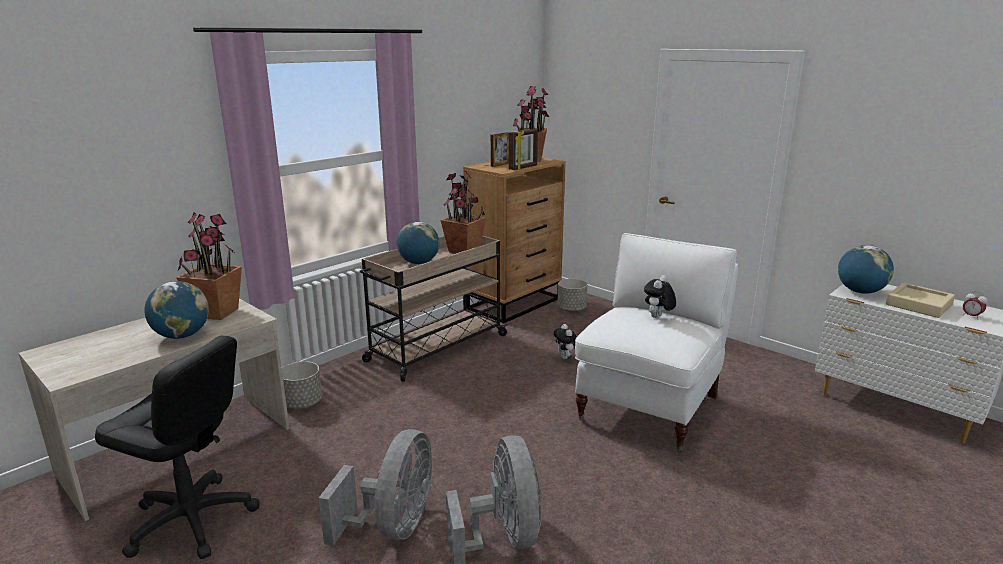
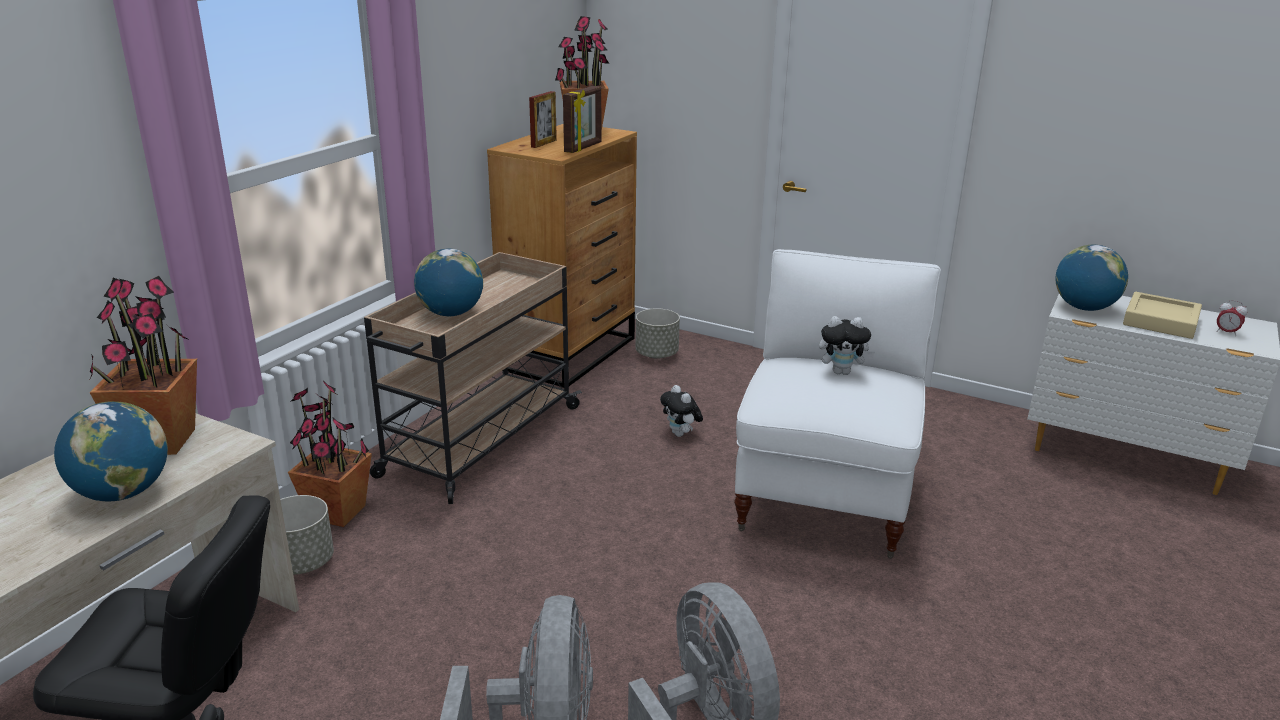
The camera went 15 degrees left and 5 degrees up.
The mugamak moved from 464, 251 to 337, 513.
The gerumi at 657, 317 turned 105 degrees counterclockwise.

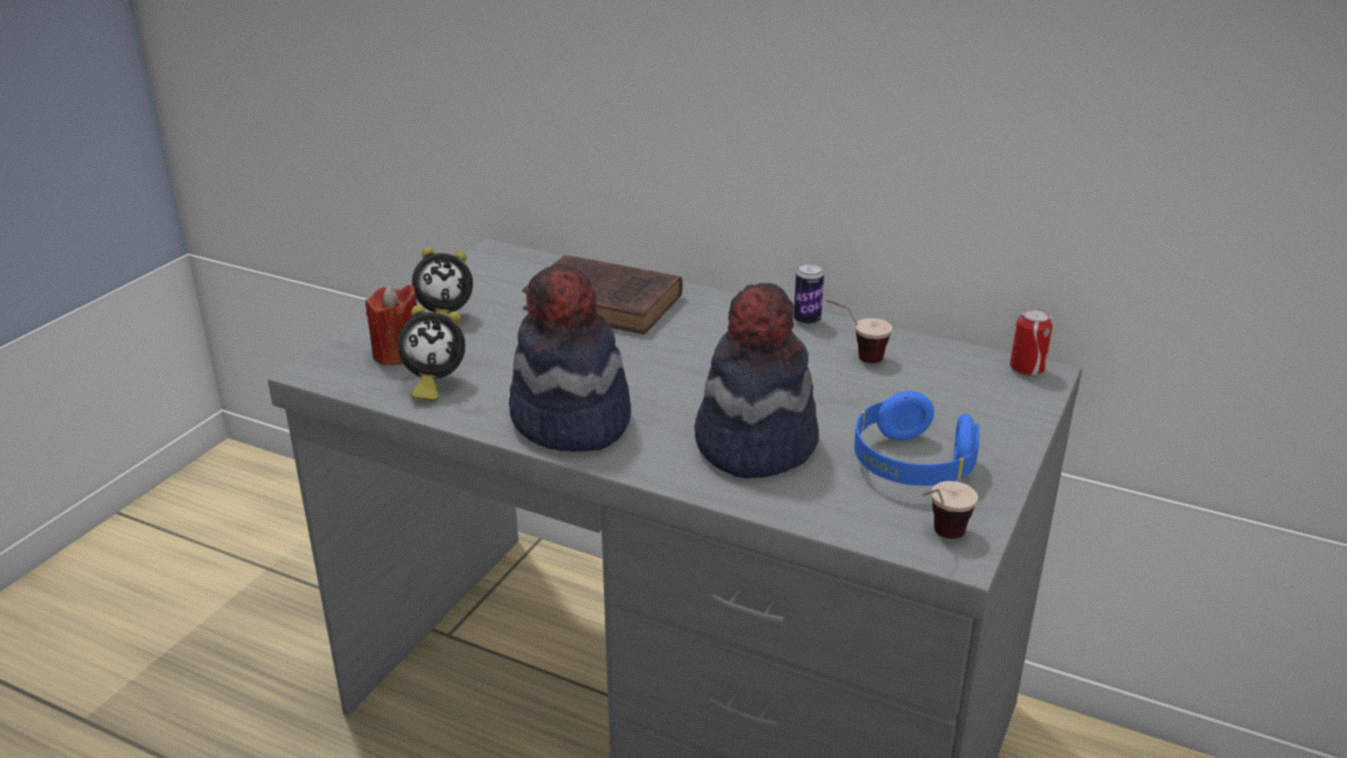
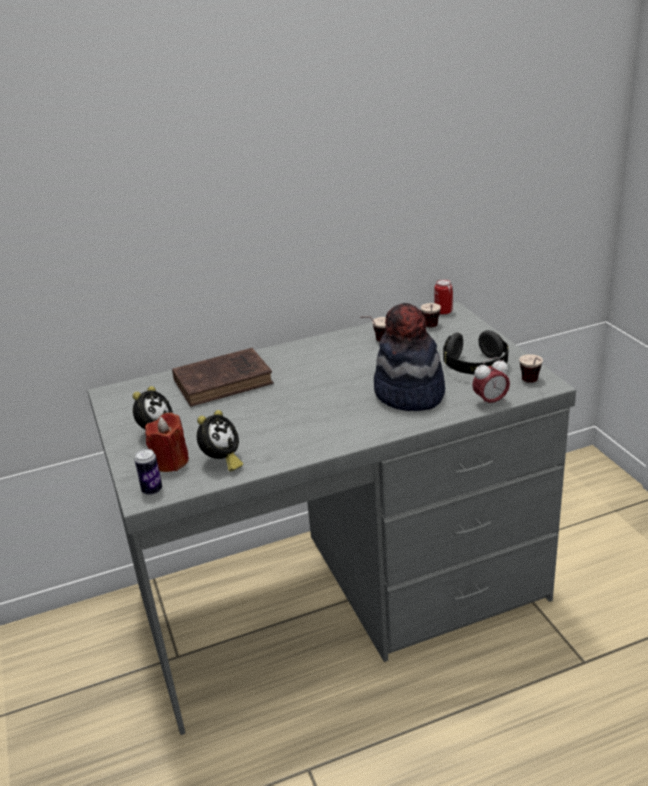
The camera went 45 degrees left and 0 degrees up.
The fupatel moved from 807, 320 to 152, 490.
The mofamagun at 431, 328 appeared.
The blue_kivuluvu at 911, 465 became the black_kivuluvu at 475, 367.
The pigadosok at 490, 402 appeared.
The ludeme at 570, 421 disappeared.

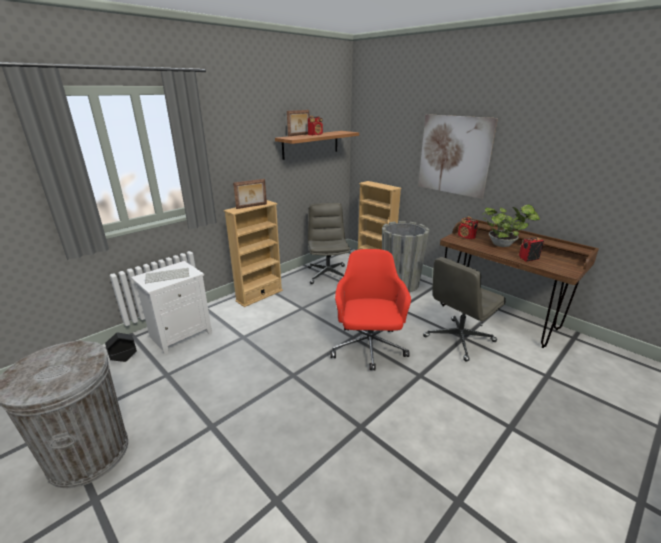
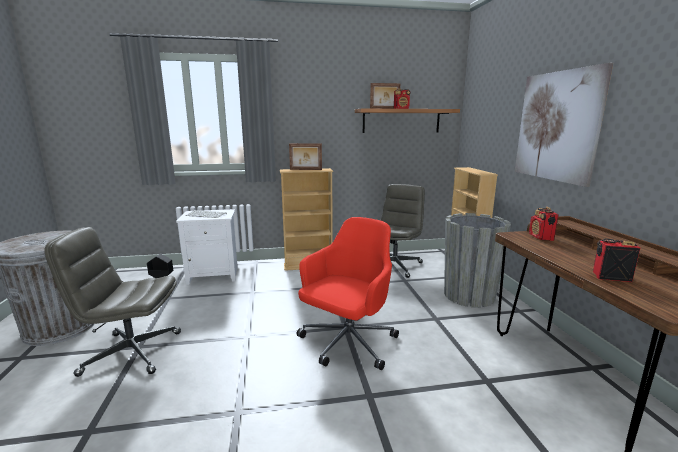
The camera went 35 degrees right and 10 degrees down.
The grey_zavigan moved from 458, 339 to 131, 353.
The mugamak at 503, 245 disappeared.

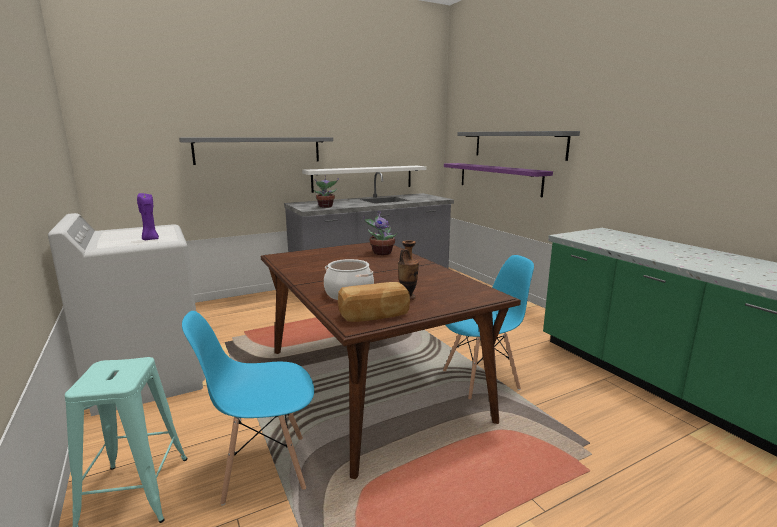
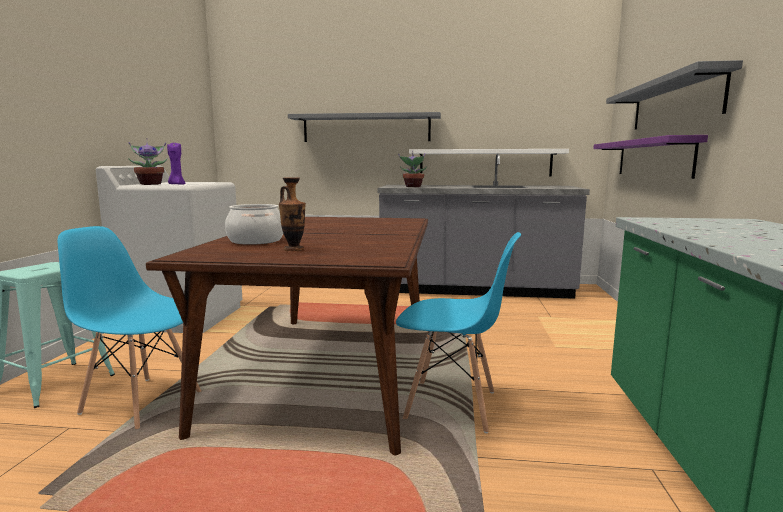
The camera went 35 degrees right and 5 degrees down.
The mugamak moved from 381, 253 to 151, 184.
The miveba at 374, 316 disappeared.

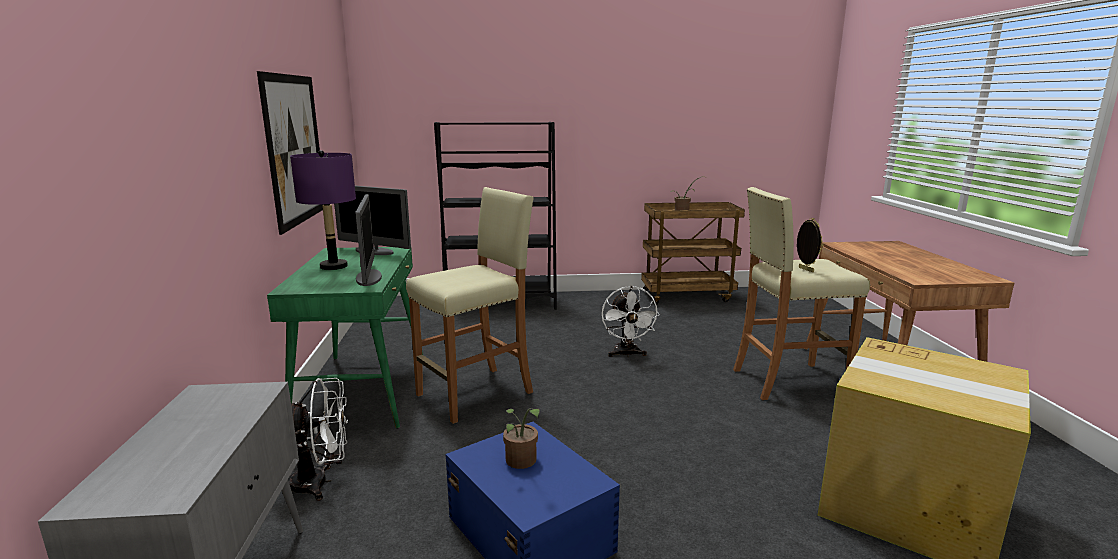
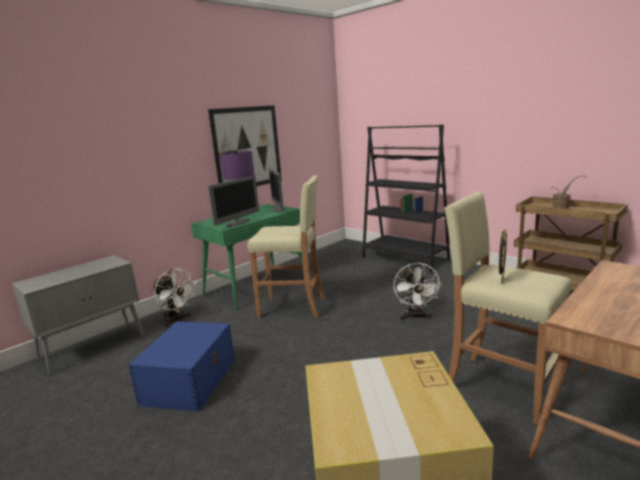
The camera went 50 degrees right and 0 degrees up.
The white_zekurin at 627, 354 turned 45 degrees counterclockwise.
The mugamak at 521, 462 disappeared.

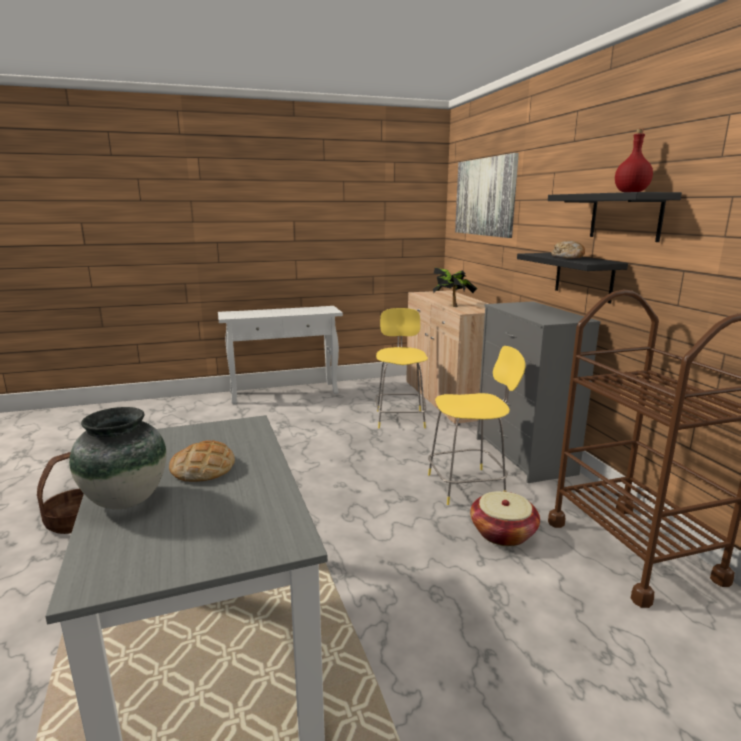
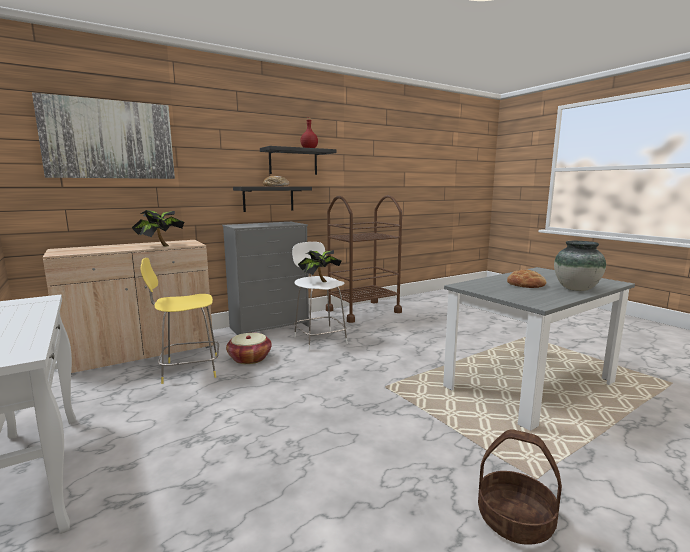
The camera went 105 degrees left and 5 degrees down.
The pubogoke moved from 503, 533 to 249, 358.
The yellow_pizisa at 468, 485 became the white_pizisa at 319, 339.
The mugamak at 319, 282 appeared.

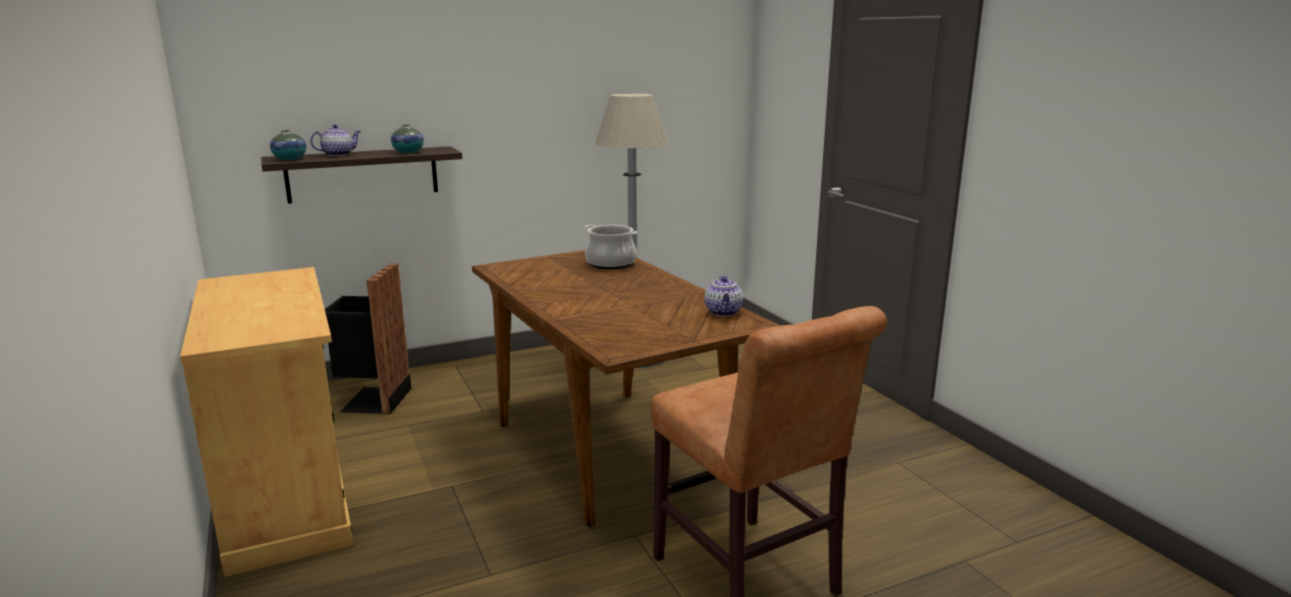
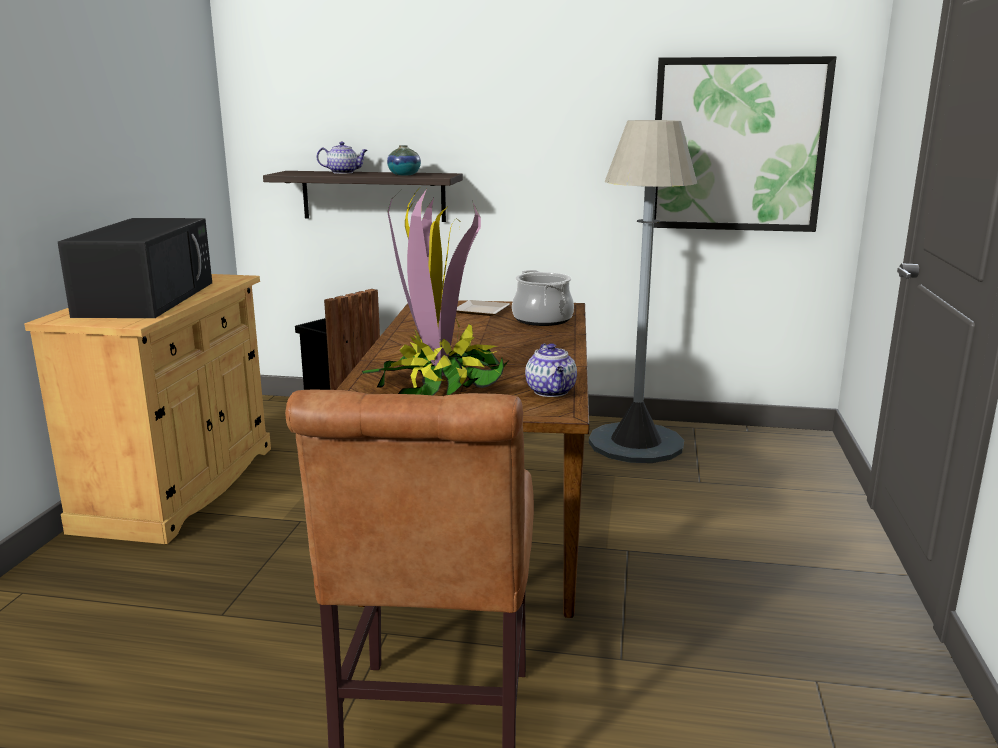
The camera went 35 degrees right and 0 degrees up.
The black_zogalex at 147, 298 appeared.
The mugamak at 440, 384 appeared.
The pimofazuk at 480, 310 appeared.
The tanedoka at 723, 312 turned 45 degrees counterclockwise.
The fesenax at 737, 145 appeared.
The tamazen at 290, 159 disappeared.

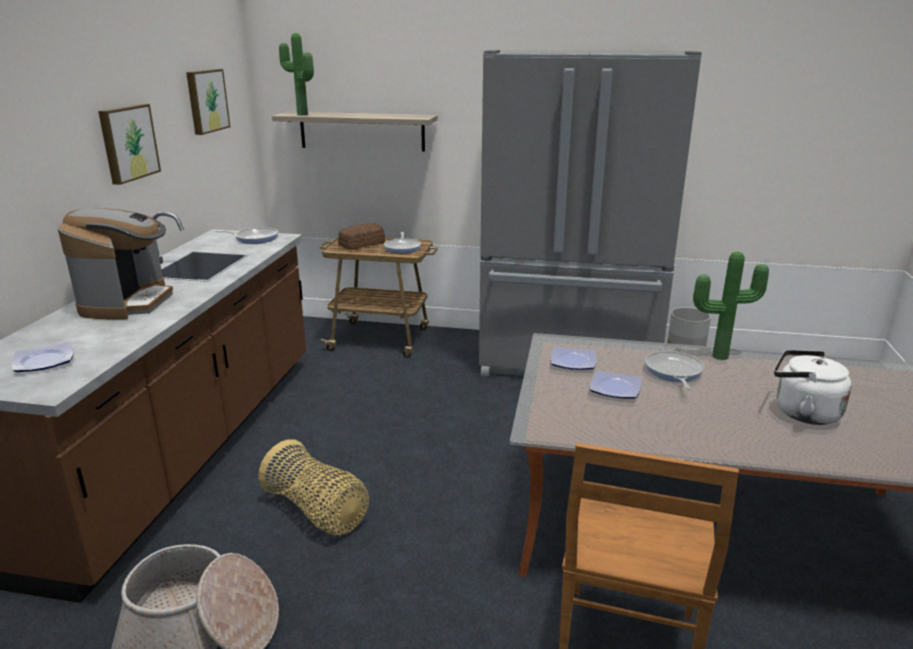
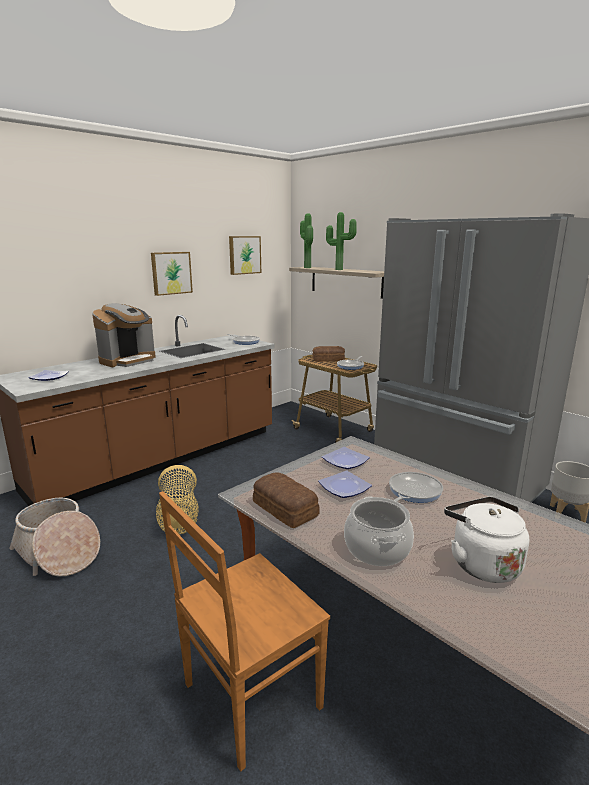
The camera went 35 degrees right and 5 degrees down.
The miveba at 285, 510 appeared.
The mugamak moved from 719, 355 to 339, 269.
The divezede at 376, 548 appeared.

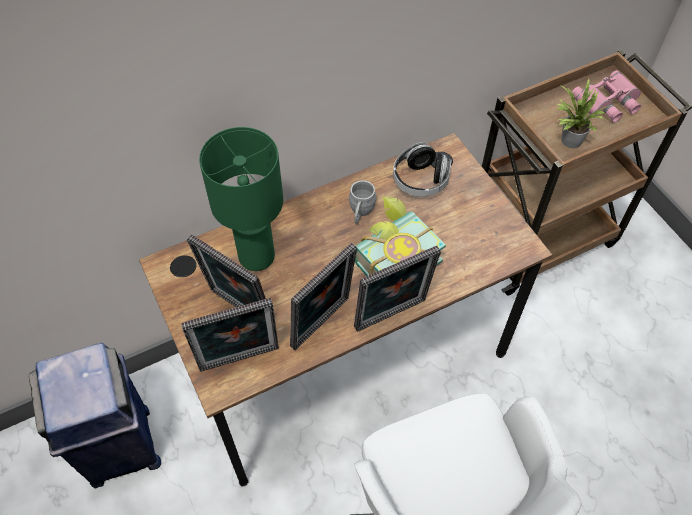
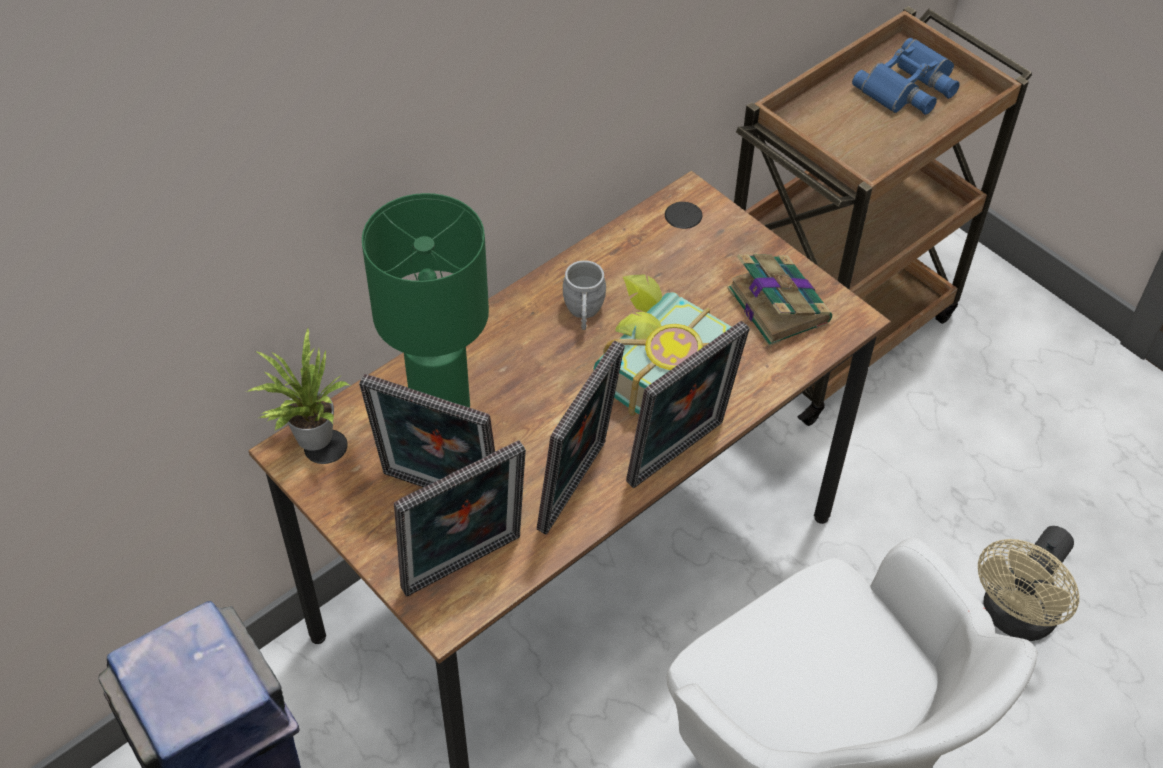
The camera went 15 degrees left and 5 degrees down.
The mugamak moved from 568, 140 to 309, 436.
The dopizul at 777, 304 appeared.
The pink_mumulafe at 608, 102 became the blue_mumulafe at 910, 87.
The beige_zekurin at 1014, 618 appeared.
The kivuluvu at 420, 180 disappeared.

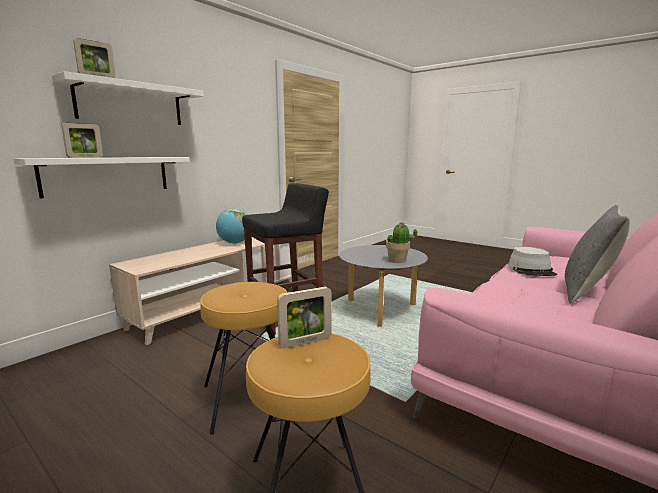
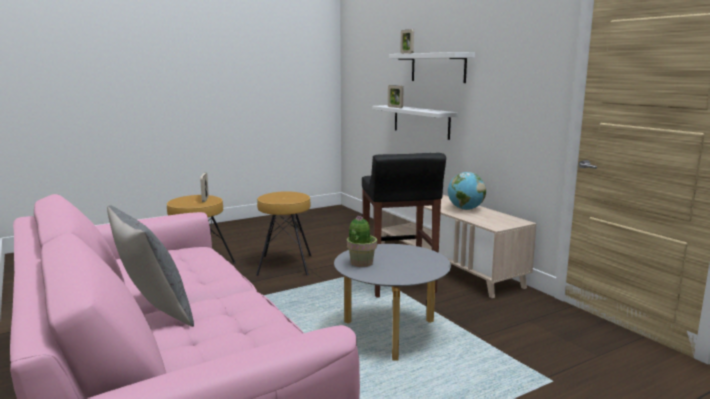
The camera went 110 degrees right and 0 degrees up.
The grey_ludeme at 531, 270 disappeared.

